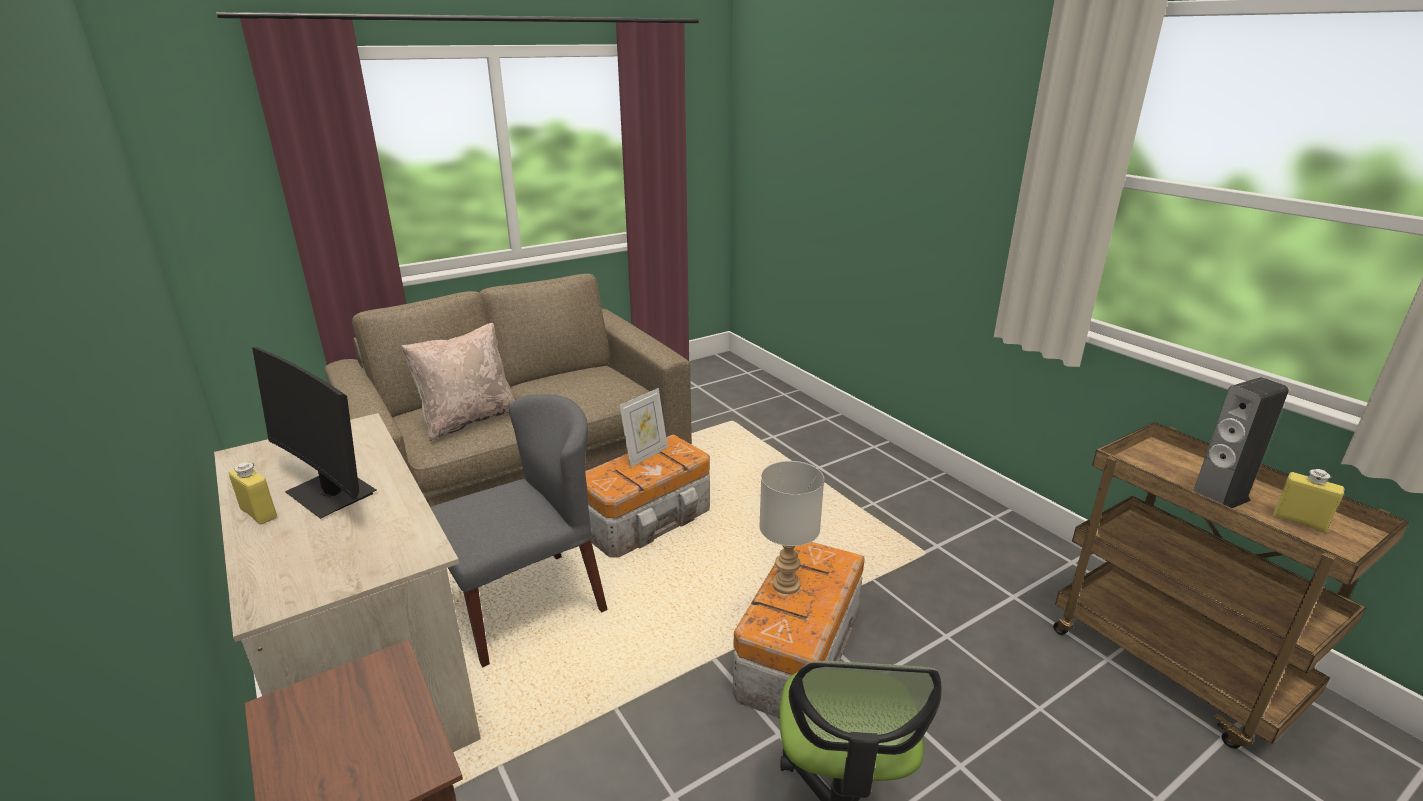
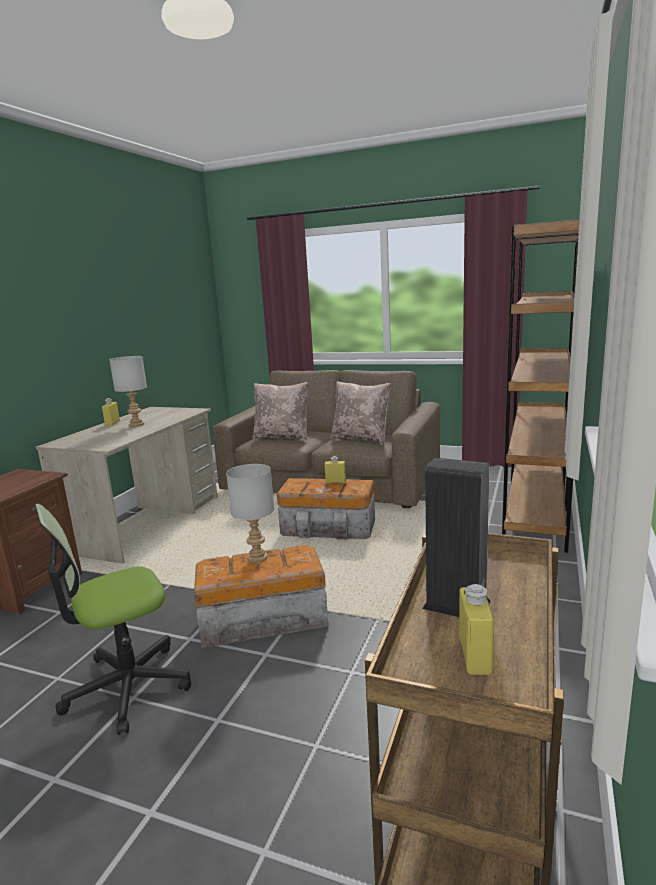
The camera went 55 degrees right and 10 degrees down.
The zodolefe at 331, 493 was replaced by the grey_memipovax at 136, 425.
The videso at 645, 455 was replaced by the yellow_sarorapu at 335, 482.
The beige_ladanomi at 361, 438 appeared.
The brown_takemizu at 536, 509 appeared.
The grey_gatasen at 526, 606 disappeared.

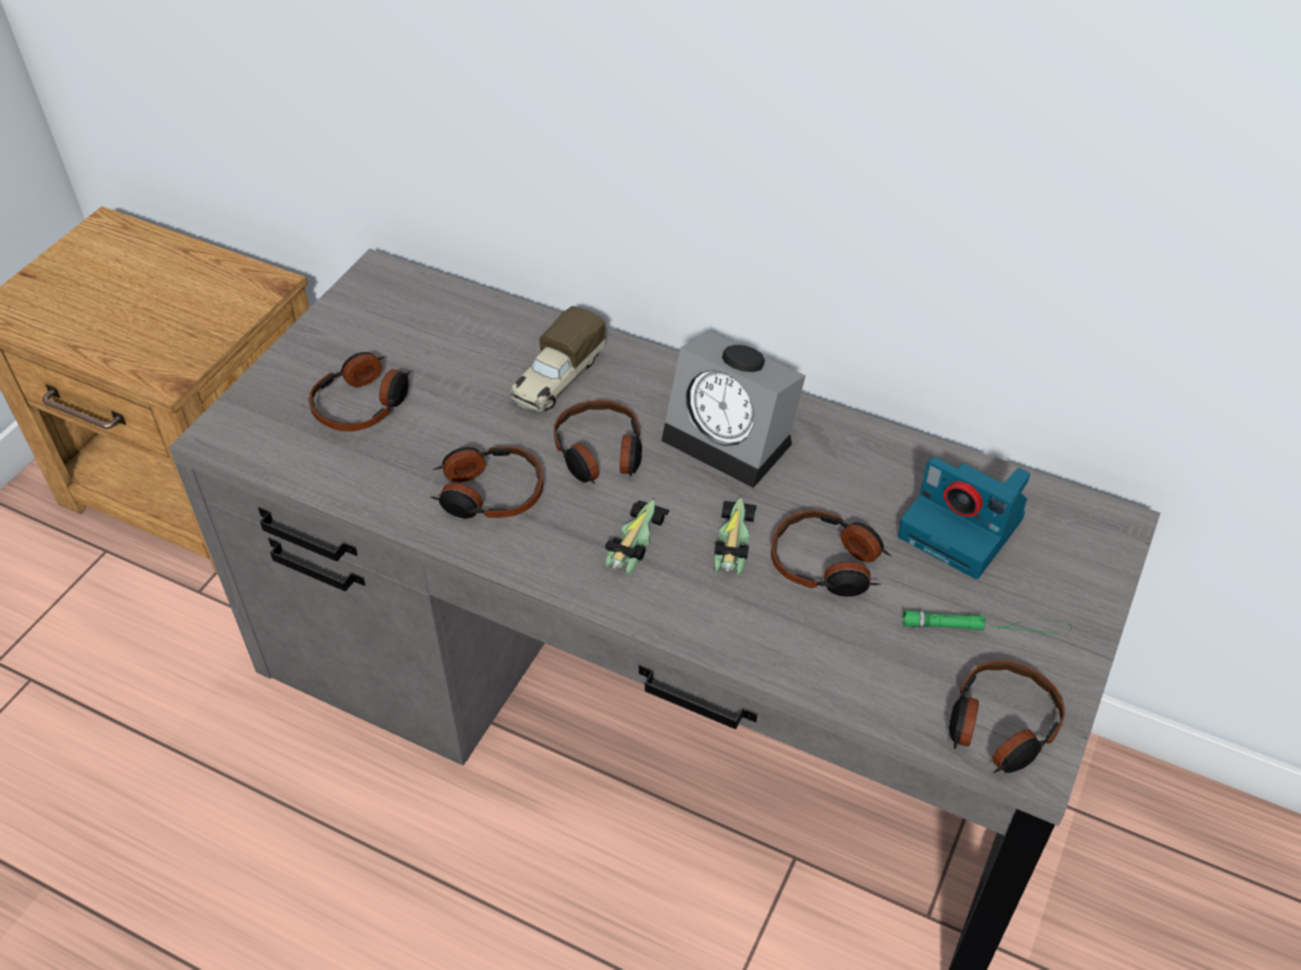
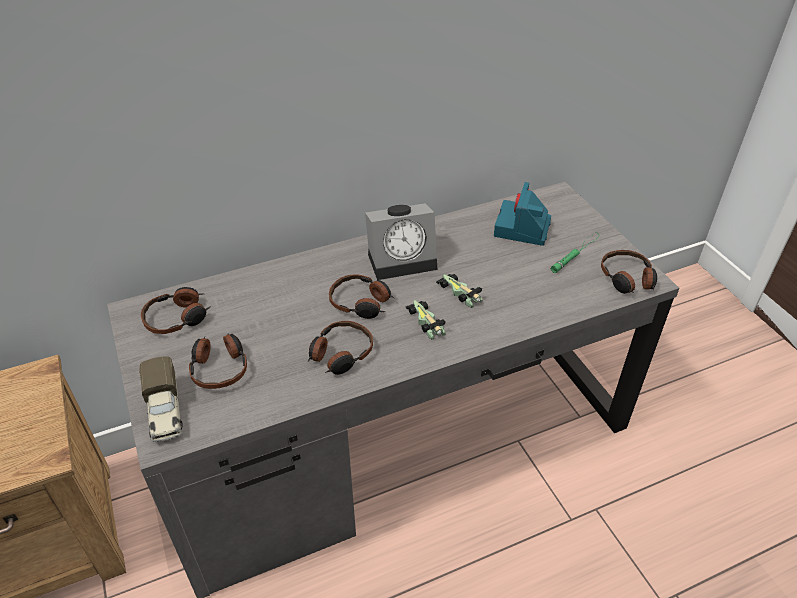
The camera went 50 degrees left and 5 degrees down.
The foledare moved from 556, 380 to 165, 411.
The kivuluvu moved from 827, 564 to 177, 318.
The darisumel at 964, 528 turned 120 degrees clockwise.

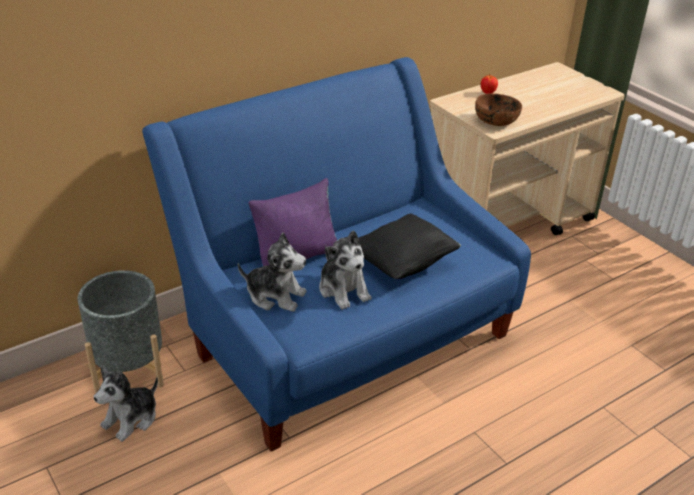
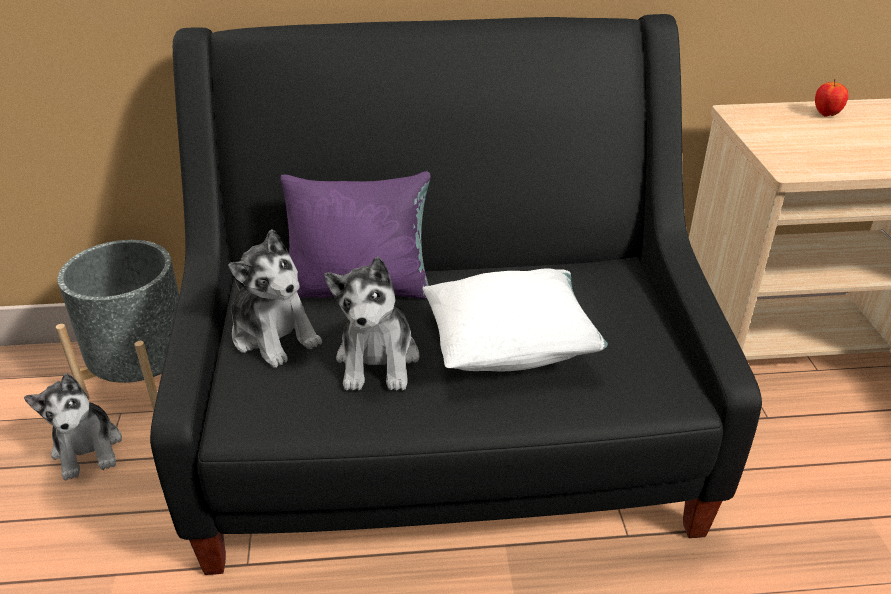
The camera went 30 degrees right and 0 degrees up.
The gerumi at 131, 419 turned 90 degrees counterclockwise.
The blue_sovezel at 343, 334 became the black_sovezel at 445, 436.
The black_ladanomi at 403, 263 became the white_ladanomi at 510, 348.
The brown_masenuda at 496, 121 disappeared.

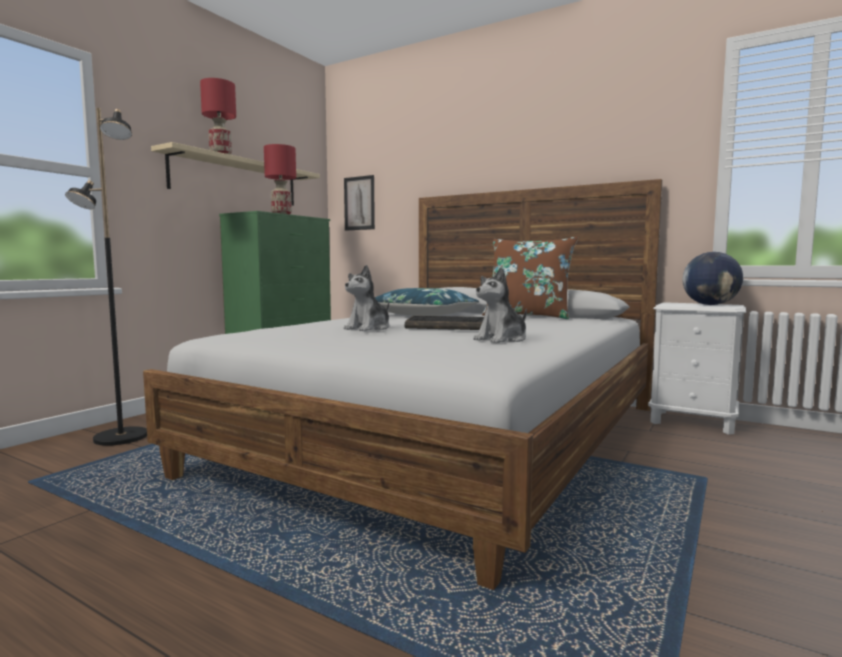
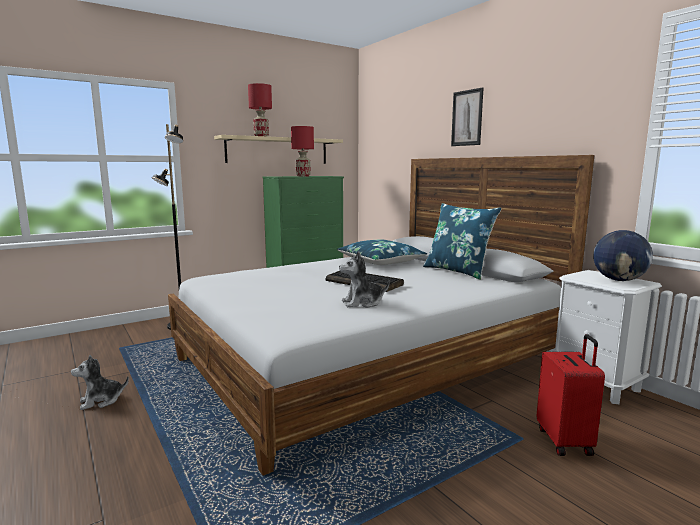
The camera went 25 degrees right and 5 degrees up.
The gerumi moved from 369, 328 to 101, 401.
The brown_ladanomi at 528, 316 became the blue_ladanomi at 458, 271.
The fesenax moved from 359, 203 to 467, 118.
The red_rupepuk at 565, 441 appeared.

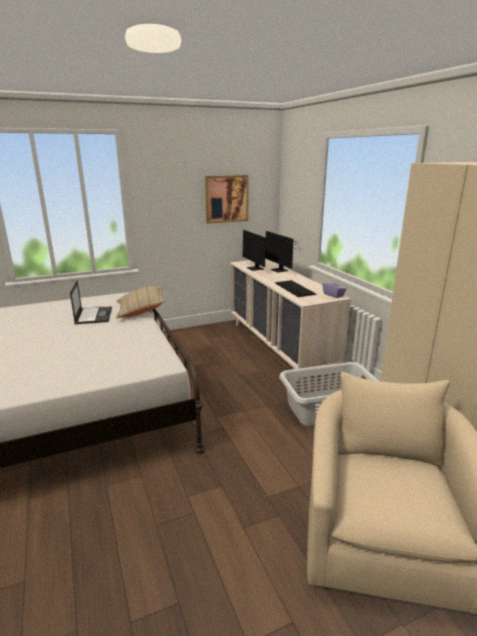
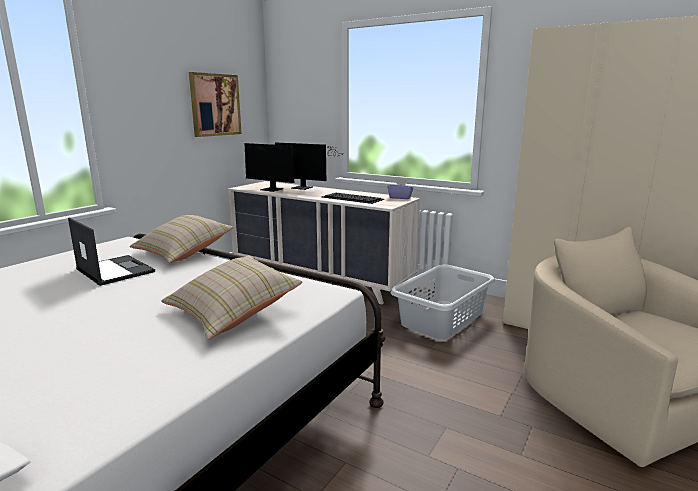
The camera went 35 degrees left and 5 degrees down.
The beige_ladanomi at 232, 313 appeared.

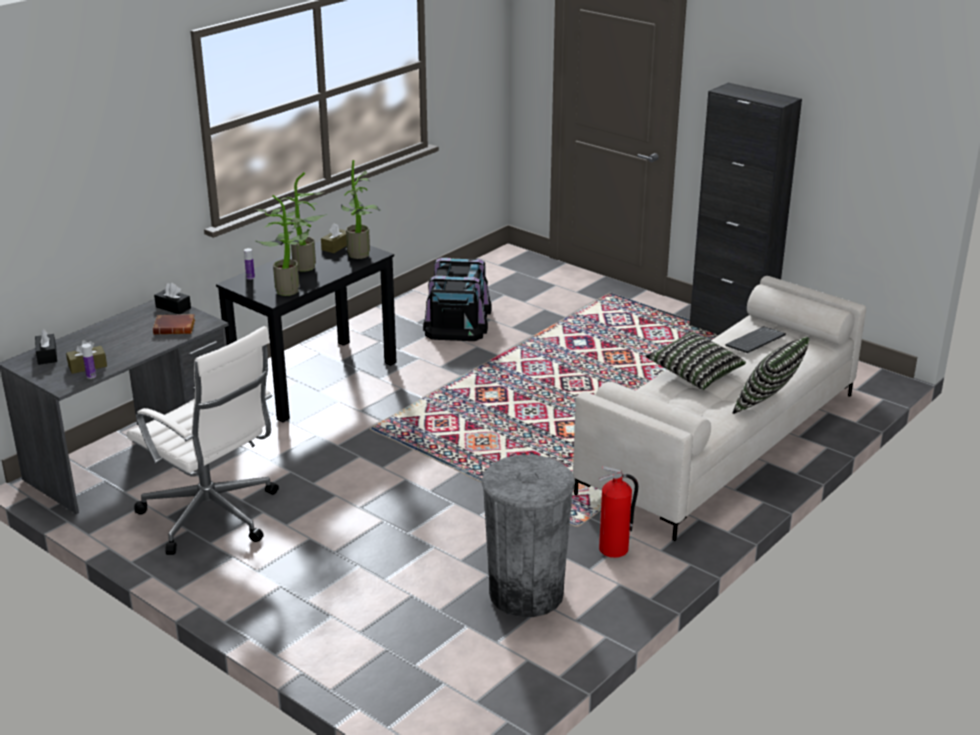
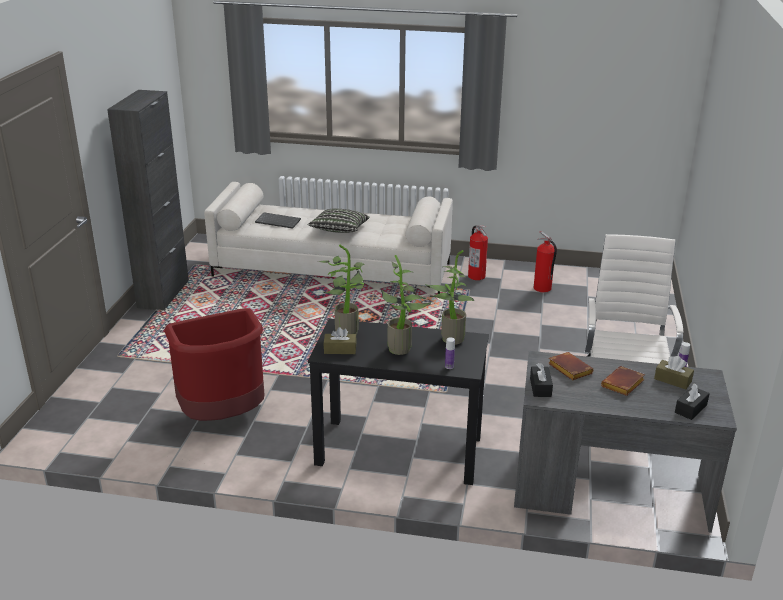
The camera went 120 degrees left and 0 degrees up.
The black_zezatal at 458, 320 was replaced by the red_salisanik at 224, 415.
The grey_salisanik at 526, 593 was replaced by the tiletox at 542, 288.
The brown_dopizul at 623, 385 appeared.
The ladanomi at 768, 404 disappeared.

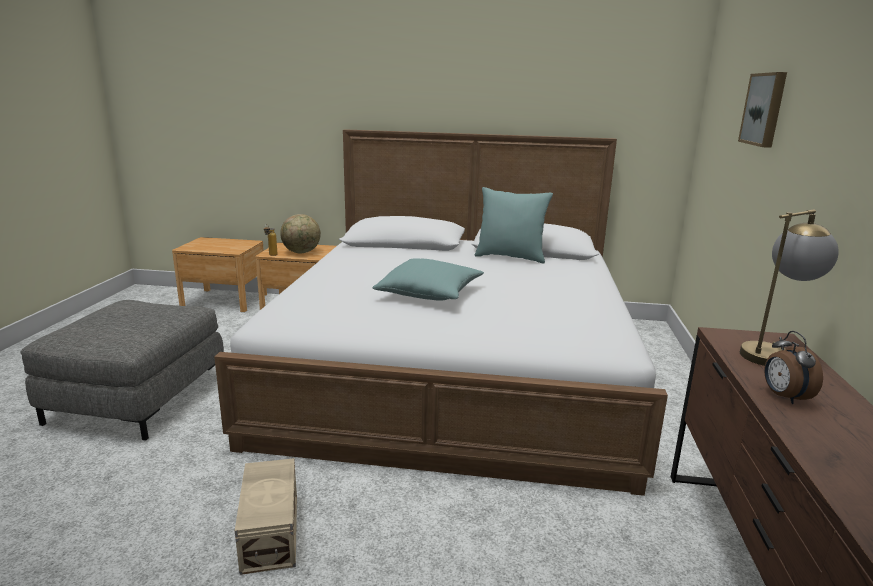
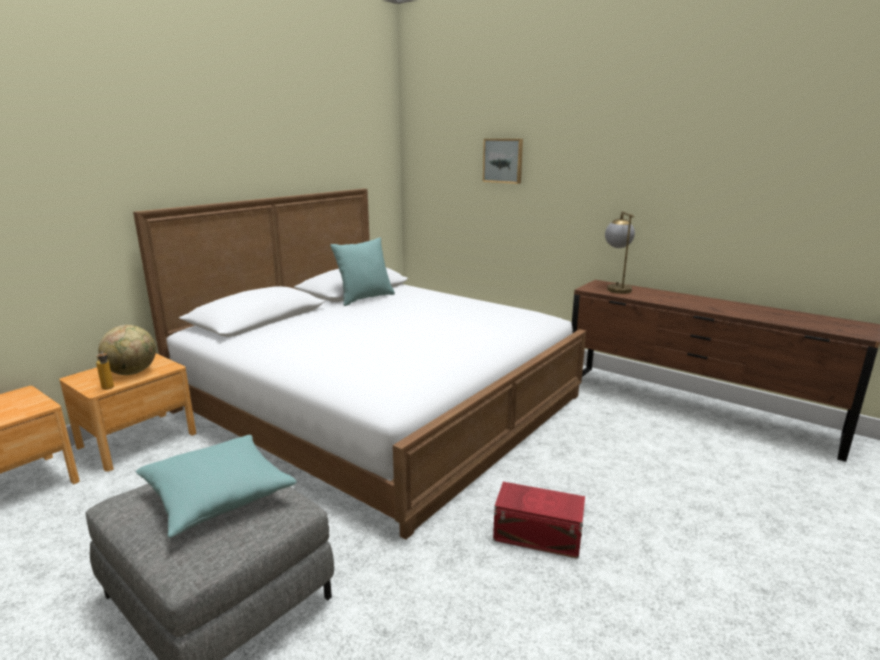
The camera went 60 degrees left and 0 degrees up.
The turquoise_ladanomi moved from 430, 293 to 218, 496.
The beige_zezatal at 272, 531 became the red_zezatal at 536, 534.
The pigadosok at 784, 397 disappeared.

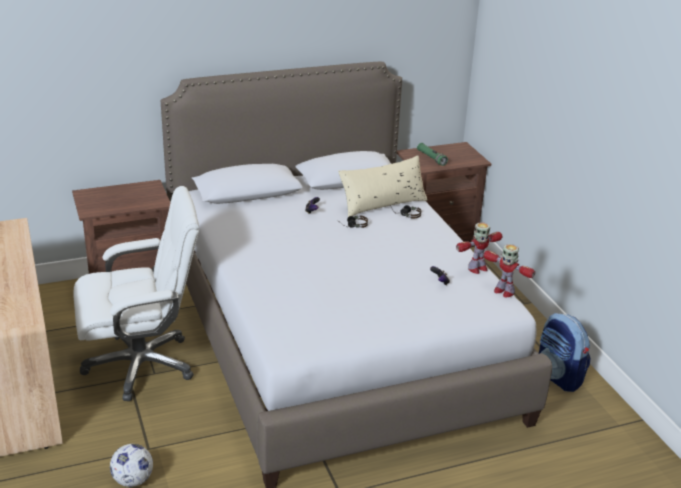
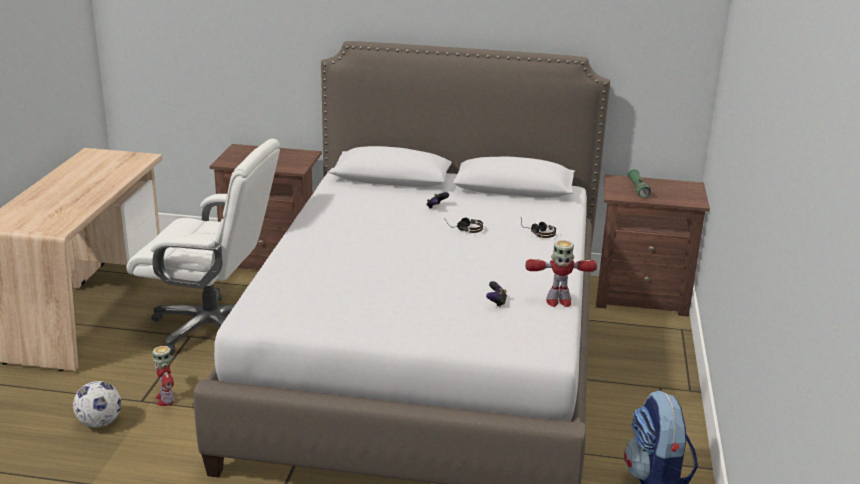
The camera went 30 degrees right and 5 degrees down.
The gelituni moved from 503, 291 to 165, 399.
The beige_ladanomi at 382, 204 disappeared.

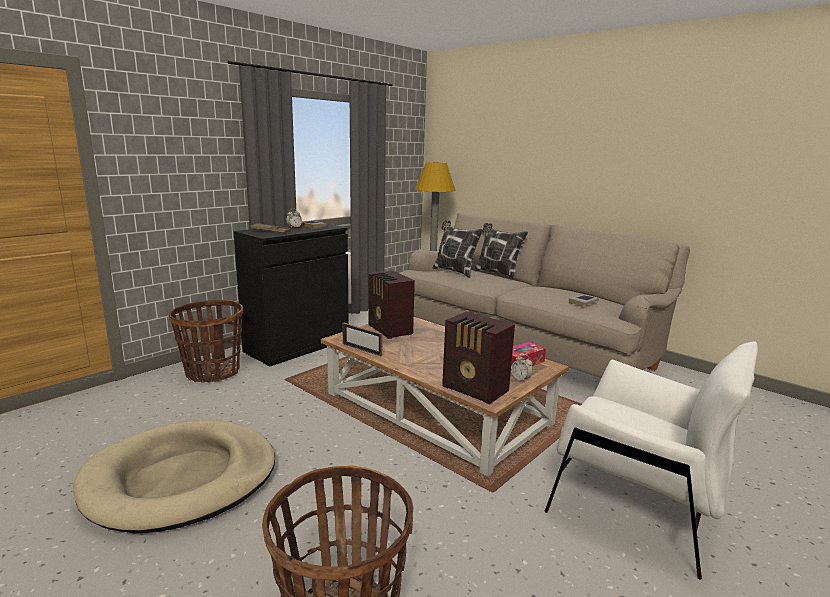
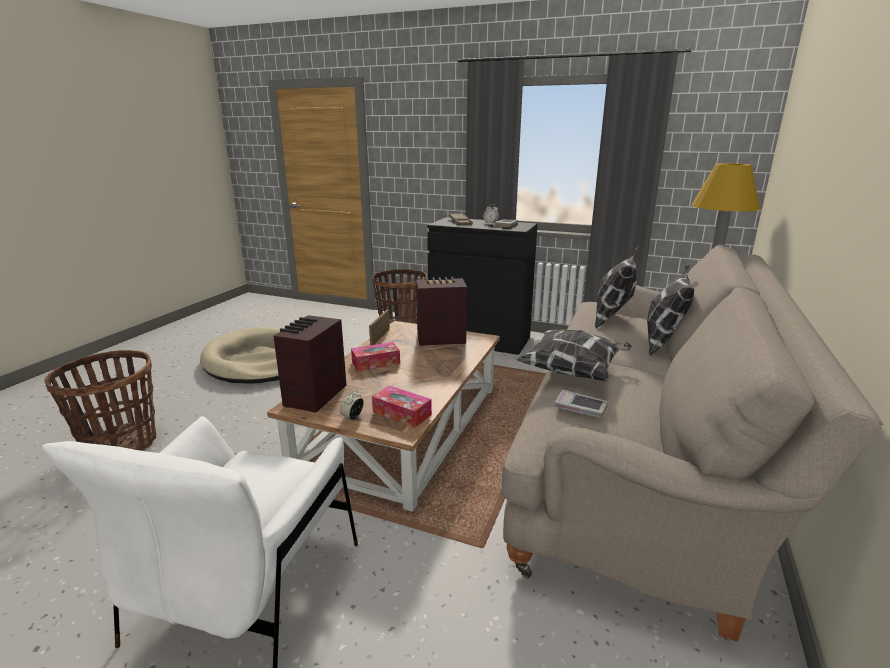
The camera went 70 degrees right and 5 degrees up.
The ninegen at 376, 363 appeared.
The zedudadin at 389, 330 turned 45 degrees clockwise.
The ladanomi at 574, 372 appeared.

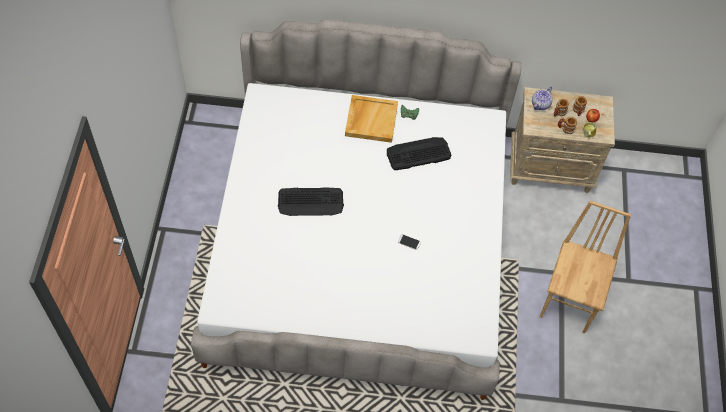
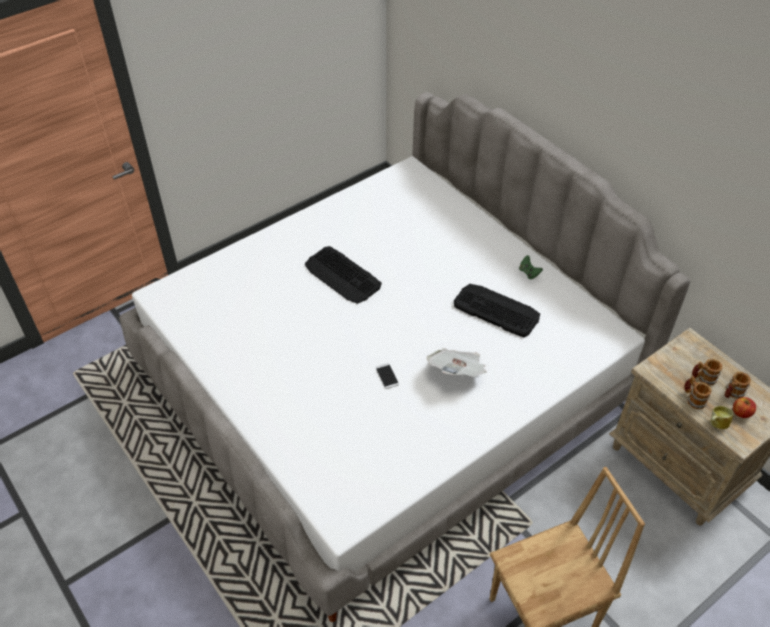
The camera went 50 degrees right and 10 degrees down.
The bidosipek at 457, 372 appeared.
The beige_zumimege at 371, 120 disappeared.
The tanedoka at 540, 105 disappeared.

